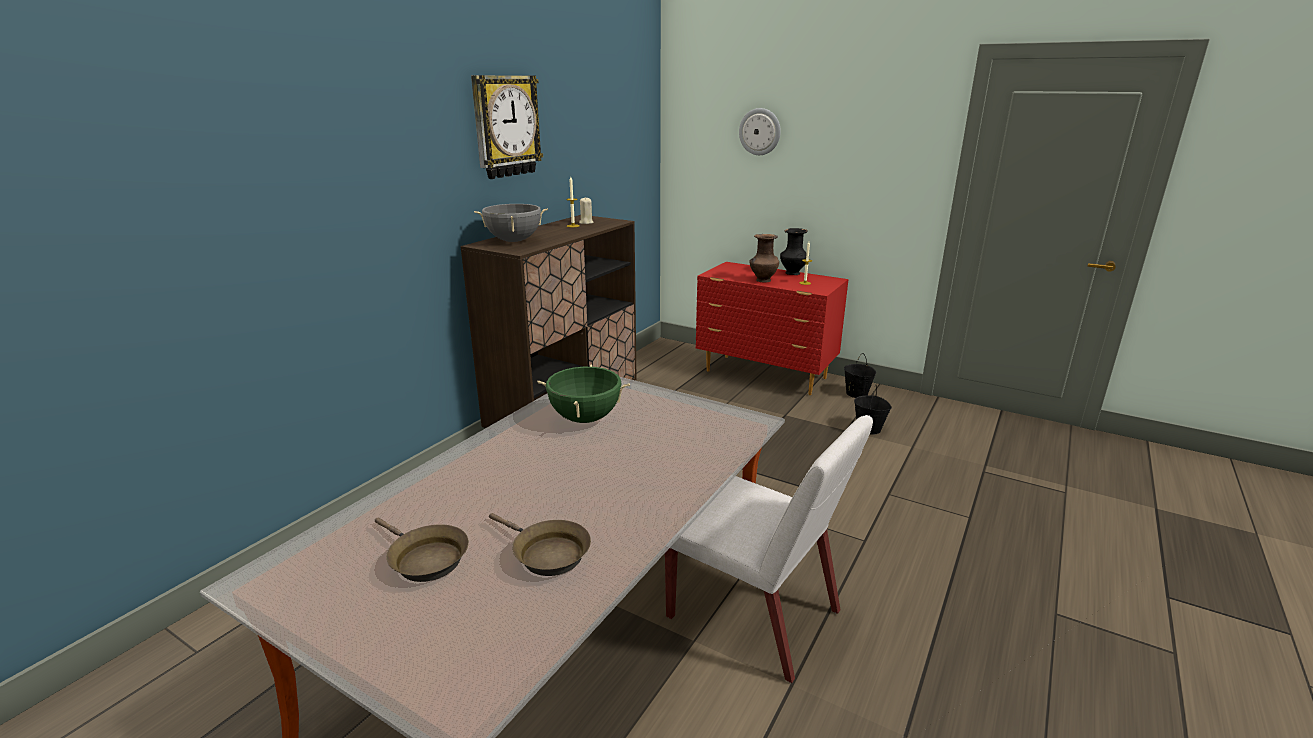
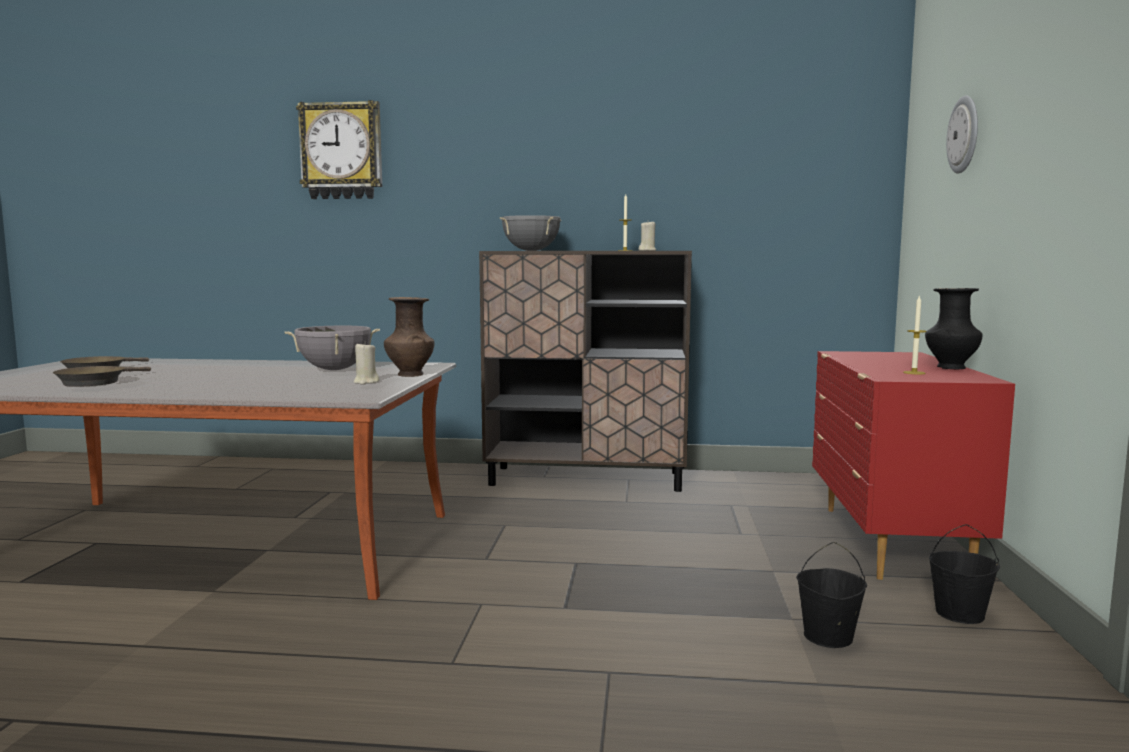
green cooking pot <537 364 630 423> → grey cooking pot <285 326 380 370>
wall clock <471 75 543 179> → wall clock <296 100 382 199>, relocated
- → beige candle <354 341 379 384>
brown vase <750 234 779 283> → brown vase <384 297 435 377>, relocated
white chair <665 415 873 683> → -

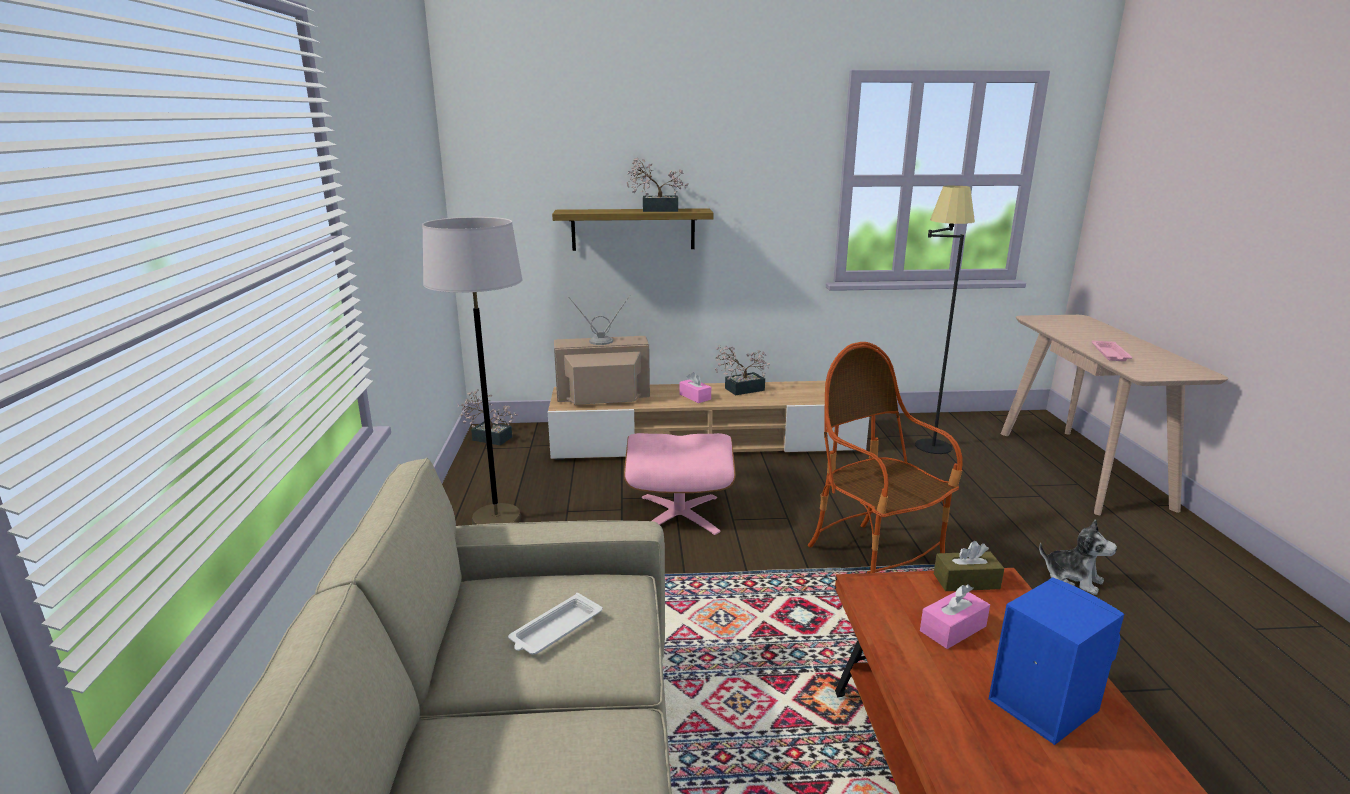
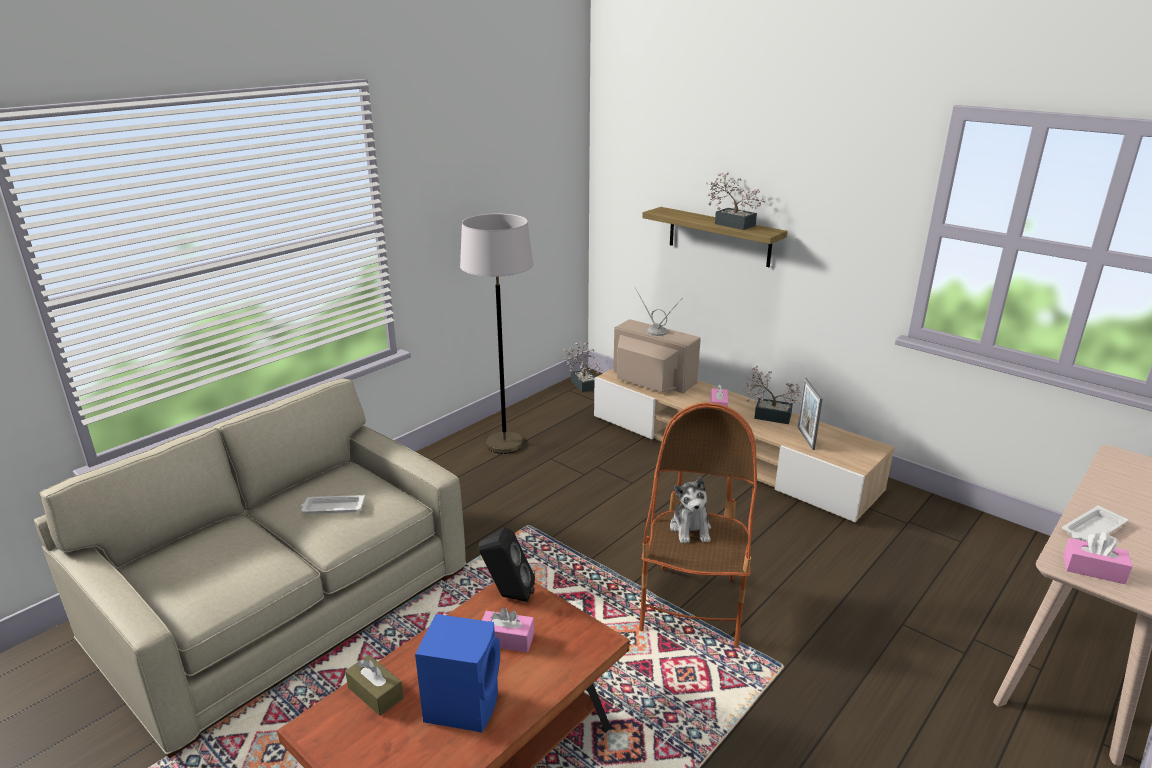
brown tissue box <934 541 1004 591> → brown tissue box <345 655 404 716>, relocated
- → black speaker <478 527 535 602>
plush toy <1039 519 1117 595> → plush toy <670 477 711 543>, relocated
- → picture frame <798 378 823 450>
pink tray <1092 341 1132 361> → white tray <1062 505 1128 542>
- → pink tissue box <1063 532 1133 584>
pink ottoman <624 433 735 535> → -
black floor lamp <915 185 975 454> → -

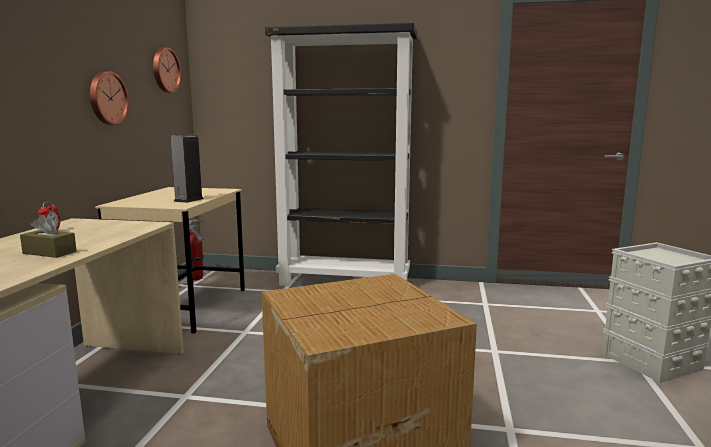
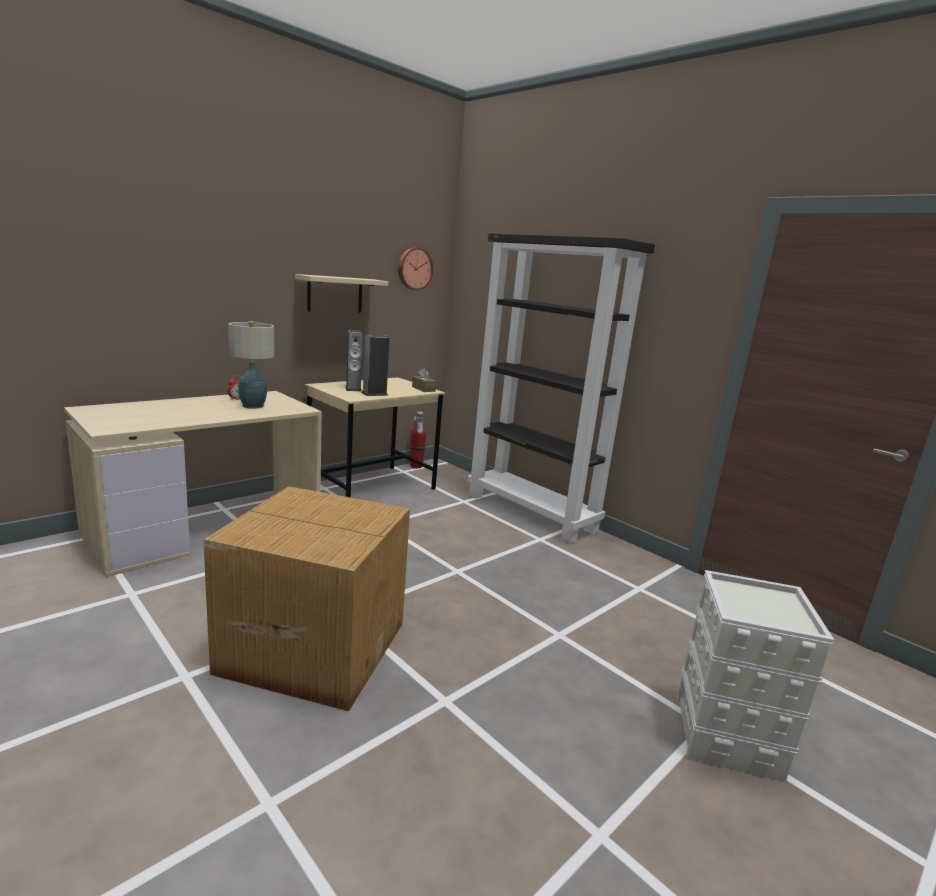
- → table lamp <228 321 275 409>
wall clock <90 71 129 125> → beige shelf <295 274 388 313>
- → speaker <345 330 363 391>
brown tissue box <20 215 77 258> → brown tissue box <412 368 436 392>, relocated

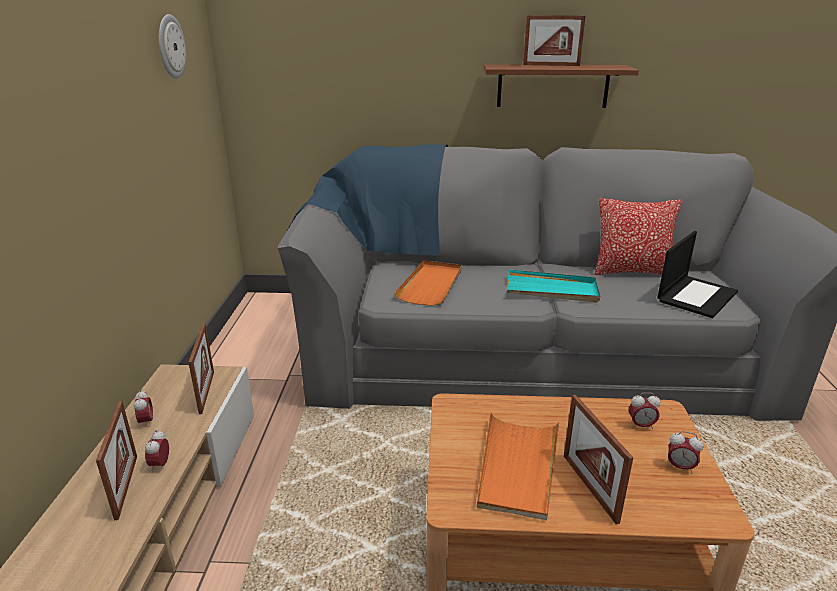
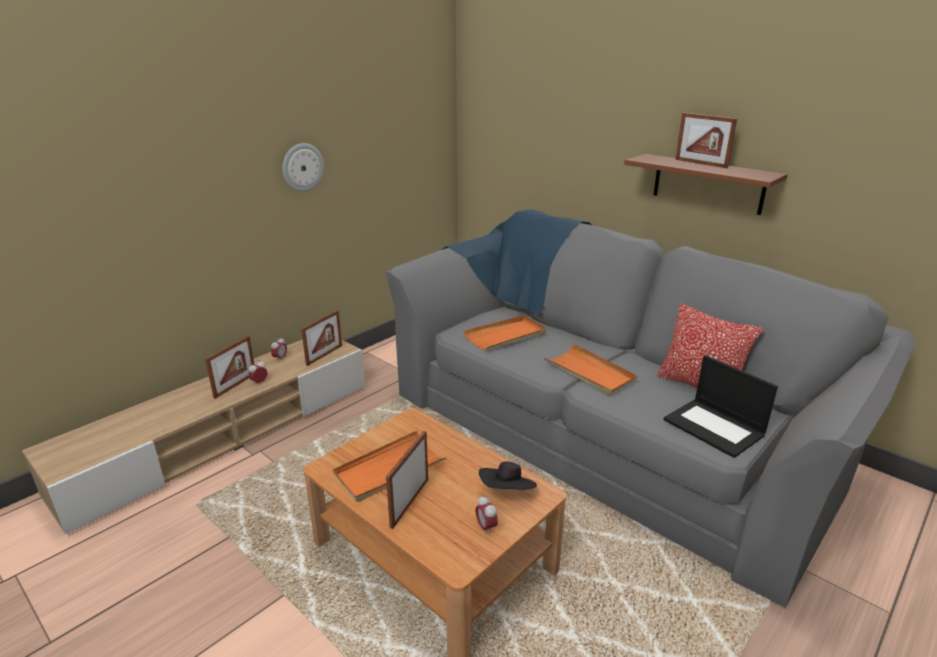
wall clock <159 14 186 79> → wall clock <283 143 324 192>, relocated
alarm clock <629 393 661 429> → black hat <479 462 537 490>
turquoise tray <507 269 600 303> → orange tray <544 344 637 395>
laptop <657 231 738 318> → laptop <664 355 778 458>, 60 degrees clockwise

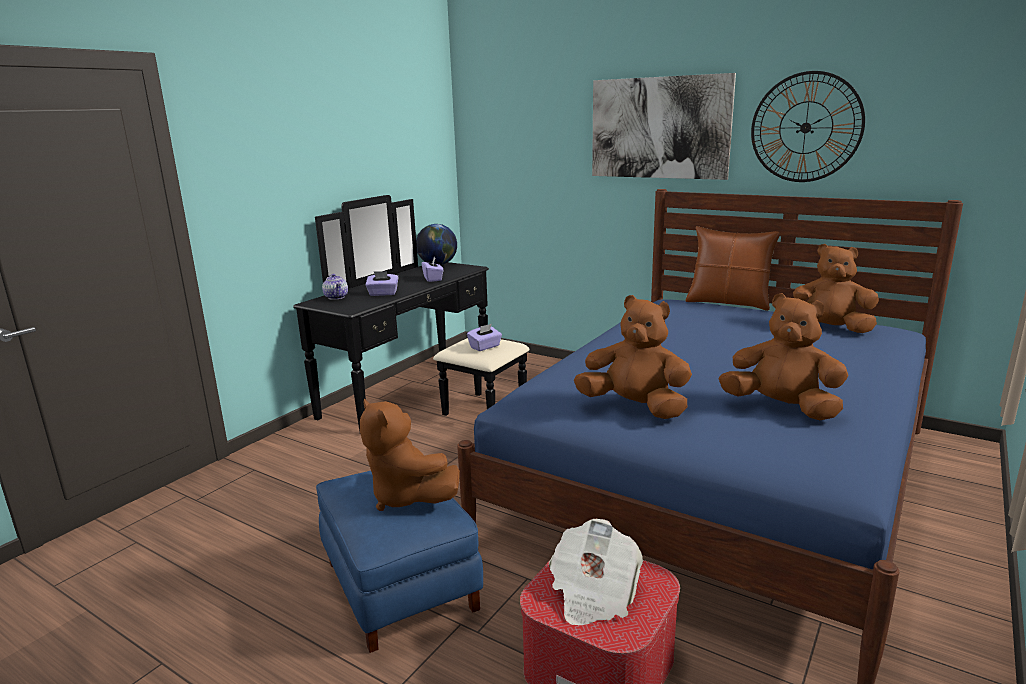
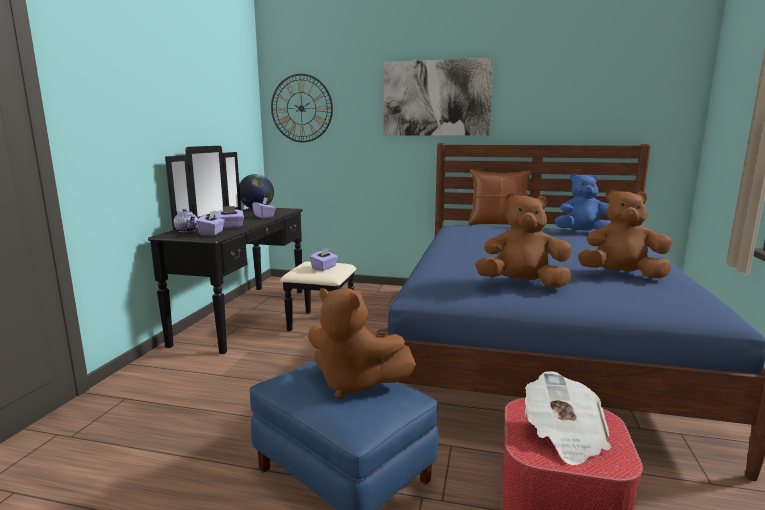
- → purple tissue box <196 210 225 236>
wall clock <751 71 865 182> → wall clock <271 74 333 142>, relocated
brown plush toy <793 244 879 333> → blue plush toy <555 173 611 231>

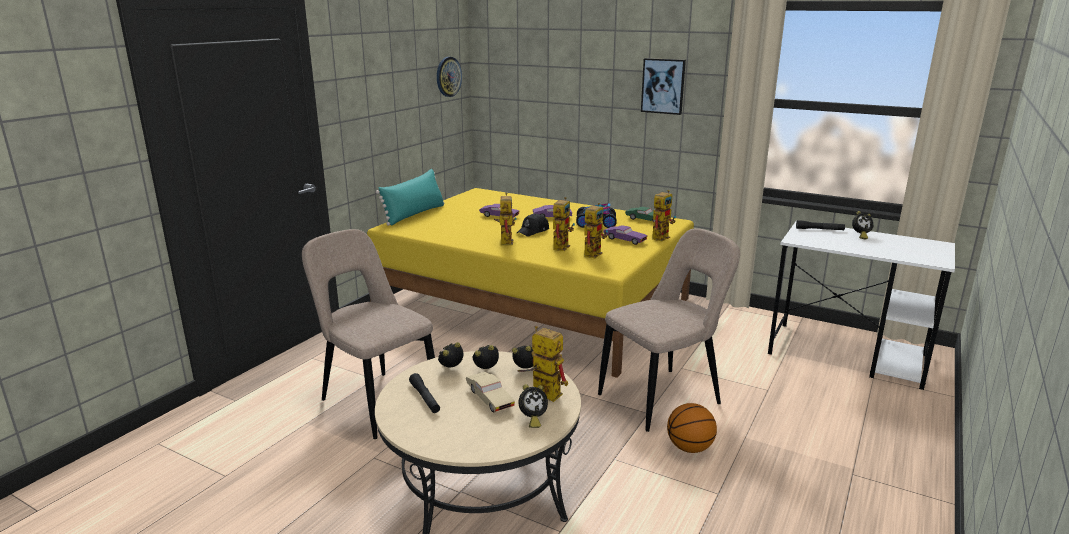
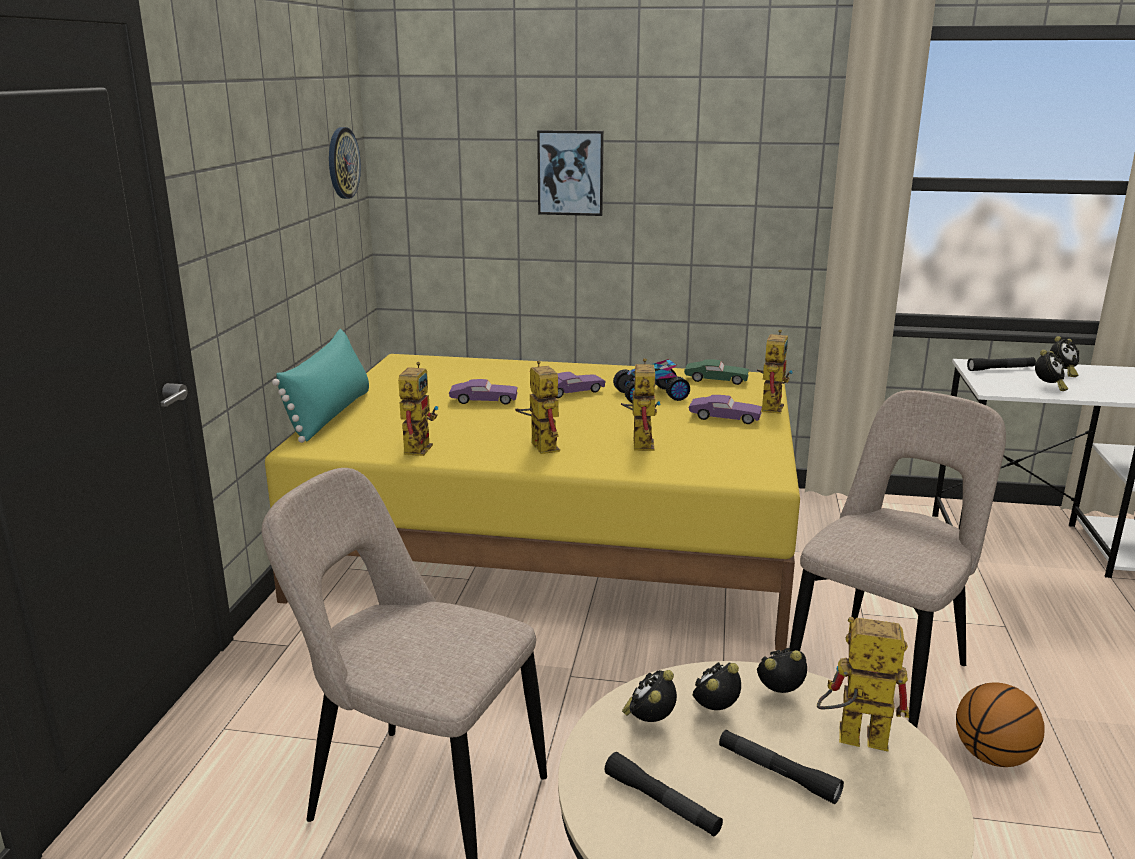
toy robot <584 203 608 258> → toy robot <398 362 438 456>, relocated
picture <641 58 686 115> → picture <537 130 604 216>, relocated
beige toy car <466 372 515 413> → black flashlight <719 730 844 804>
alarm clock <518 384 548 428> → alarm clock <1035 350 1068 391>, relocated
black cap <517 213 549 236> → -

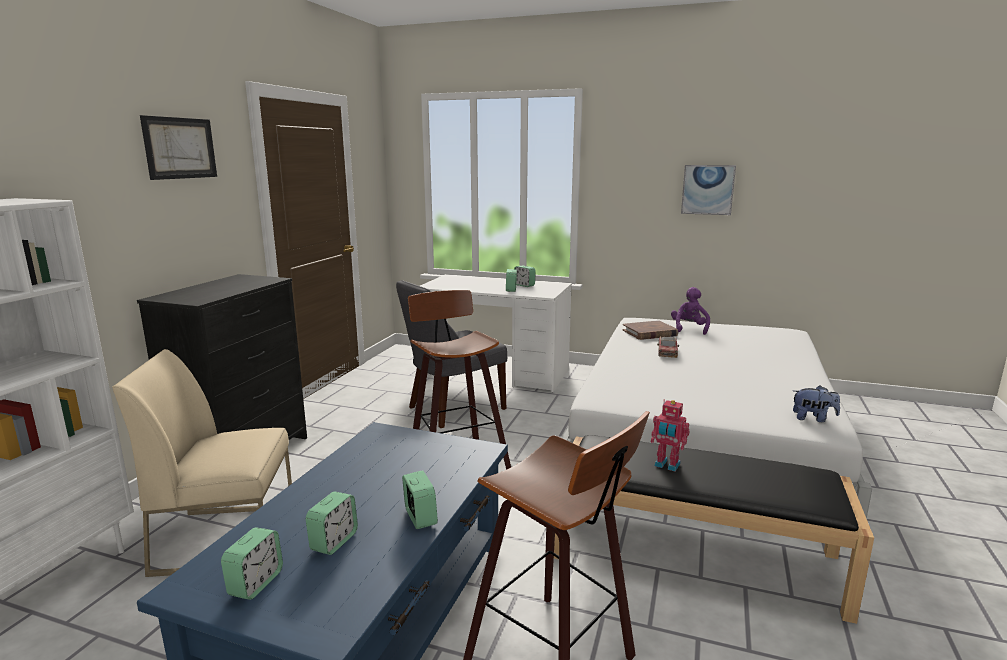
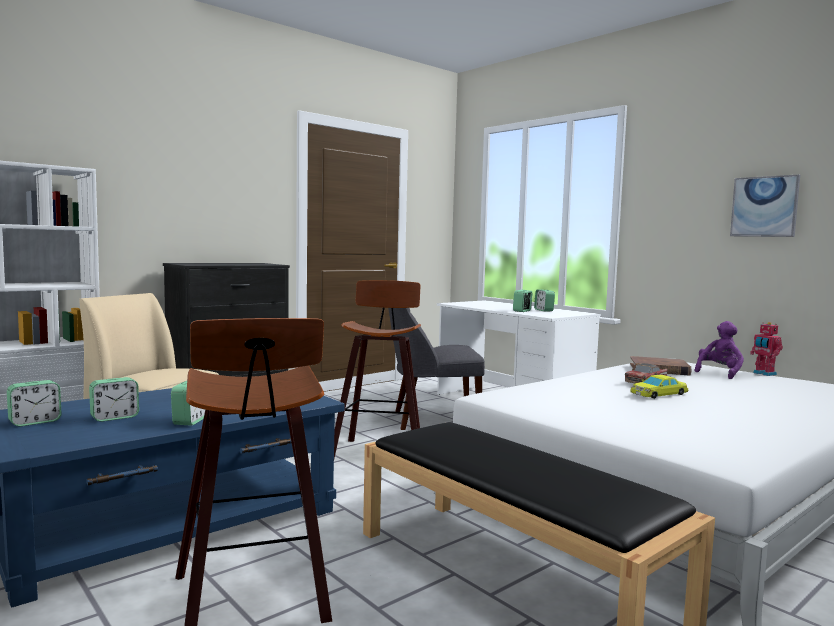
- → yellow toy car <631 375 688 399>
toy robot <651 400 690 472> → toy robot <750 322 783 376>, relocated
picture <140 115 217 180> → -
plush toy <793 385 840 422> → -

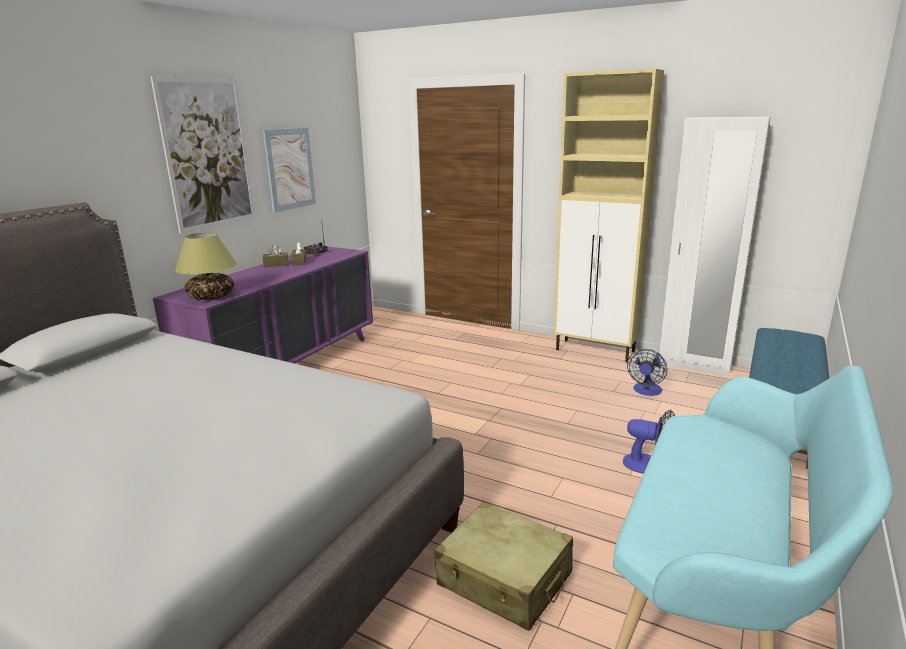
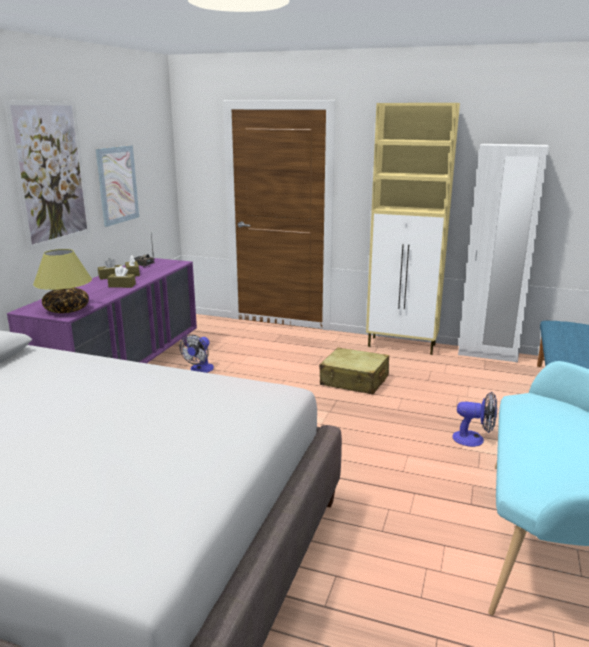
- → brown tissue box <107 266 136 288>
fan <627 349 668 396> → fan <180 335 214 373>, relocated
beige suitcase <434 502 573 631> → beige suitcase <319 347 389 394>, relocated

